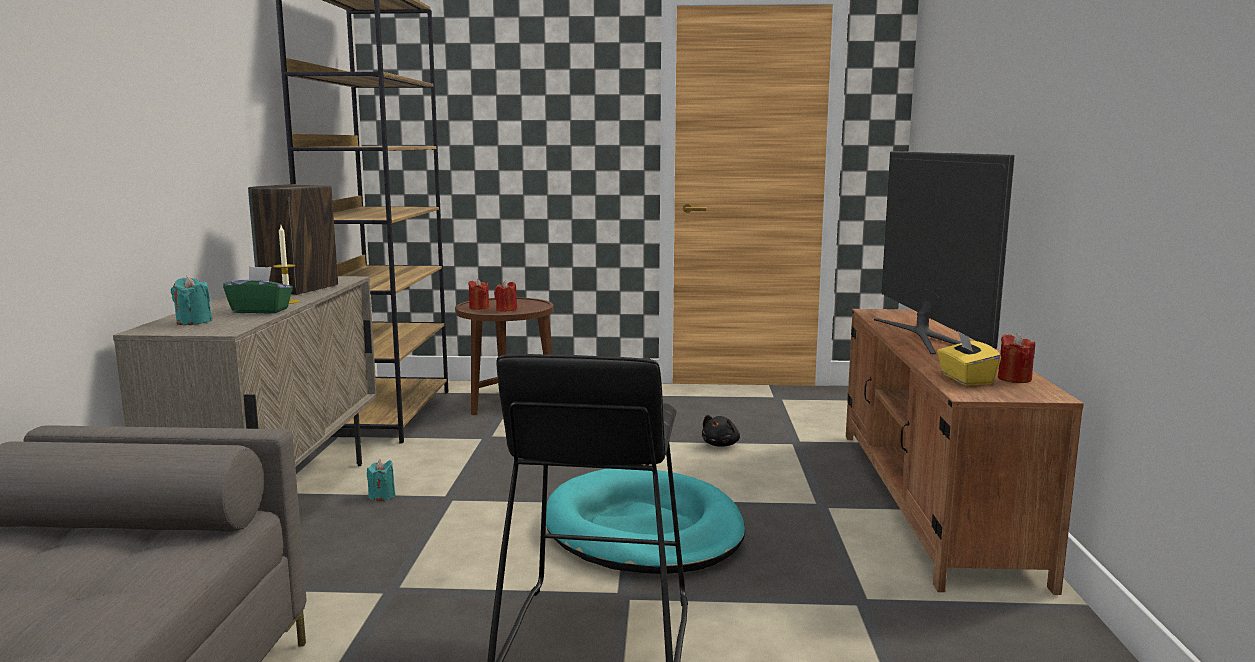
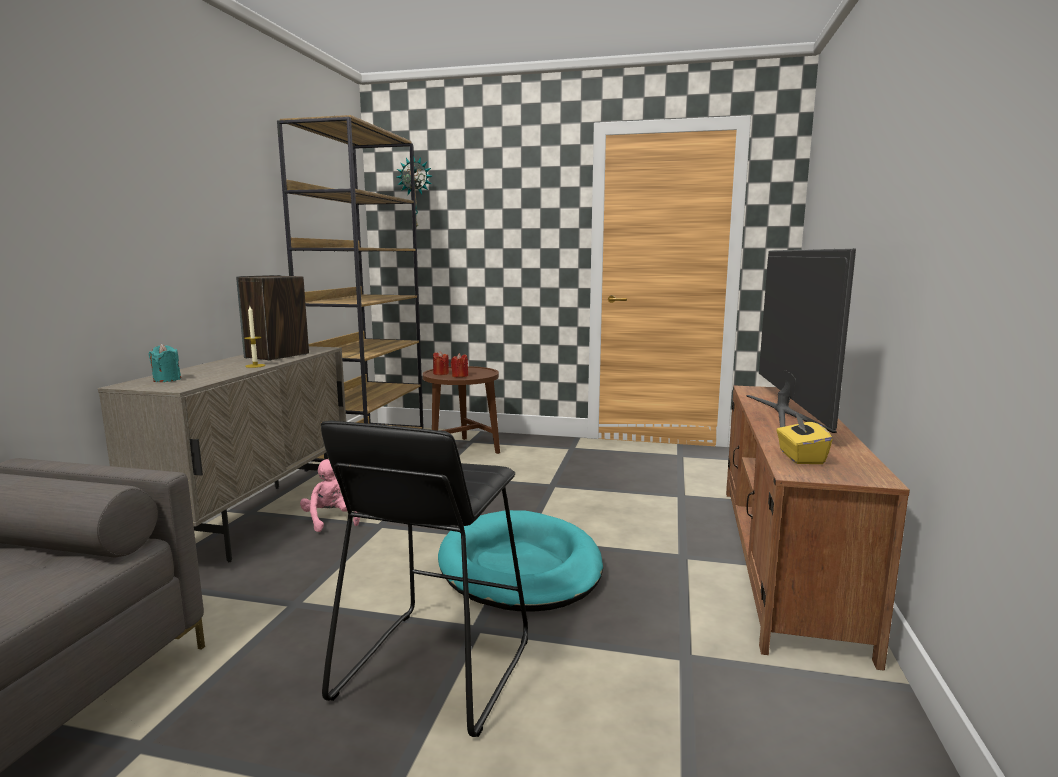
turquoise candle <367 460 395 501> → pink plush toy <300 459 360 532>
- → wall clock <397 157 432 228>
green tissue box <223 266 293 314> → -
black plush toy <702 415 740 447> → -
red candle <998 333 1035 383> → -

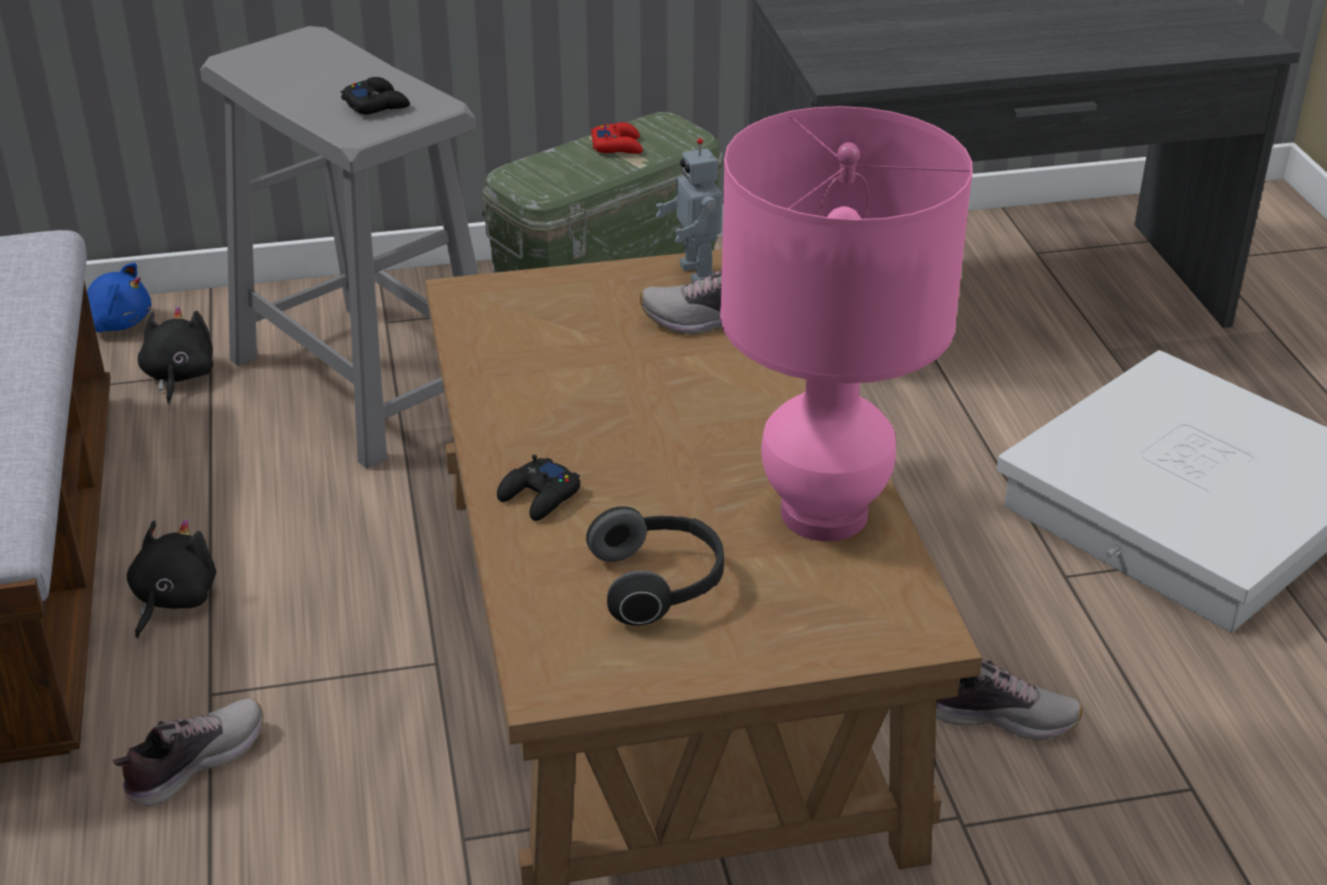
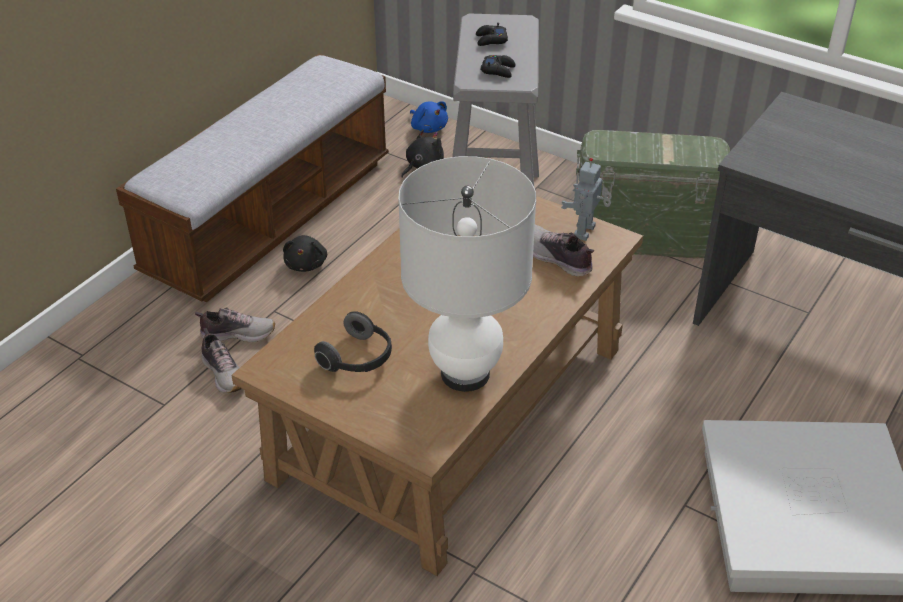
shoe <936 660 1082 740> → shoe <202 328 242 393>, relocated
black plush toy <127 519 216 639> → black plush toy <283 235 327 272>, 120 degrees clockwise
pink table lamp <720 106 973 541> → white table lamp <398 156 536 392>
black game controller <497 455 580 521> → black game controller <476 23 508 46>, relocated
red game controller <591 122 643 154> → -

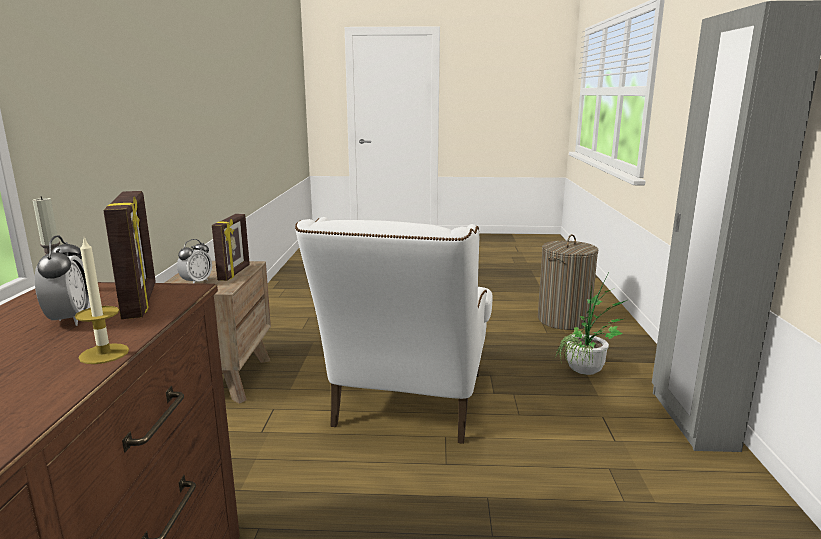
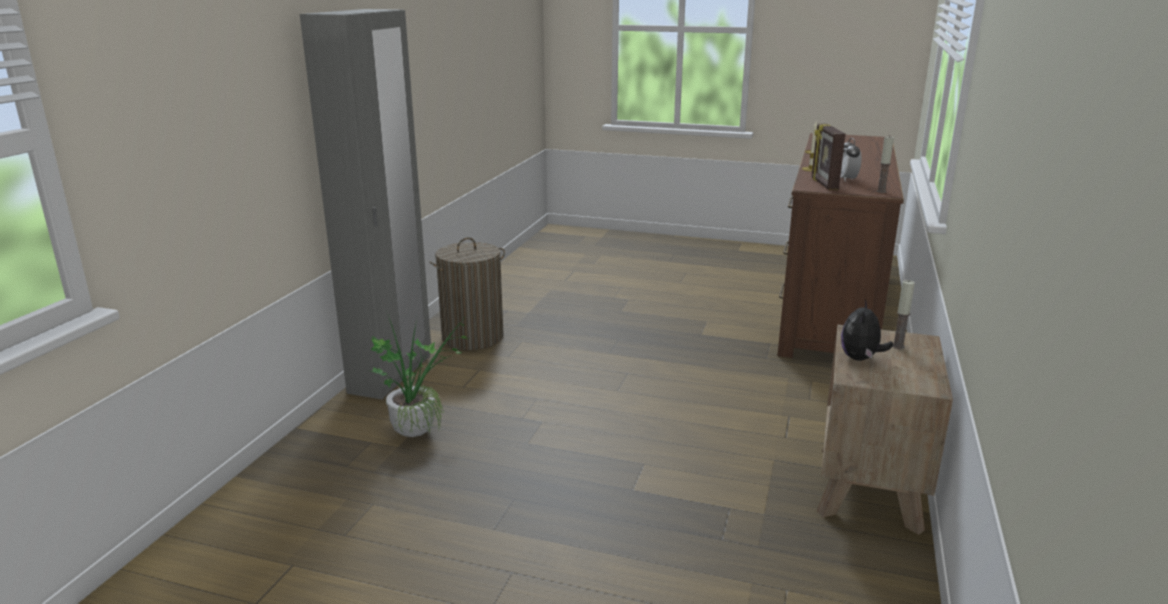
laundry basket <538 234 598 330> → laundry basket <430 238 505 350>, relocated
picture frame <212 214 250 281> → plush toy <841 299 893 361>
alarm clock <177 239 212 283> → candle <893 280 915 349>
white armchair <295 217 492 444> → -

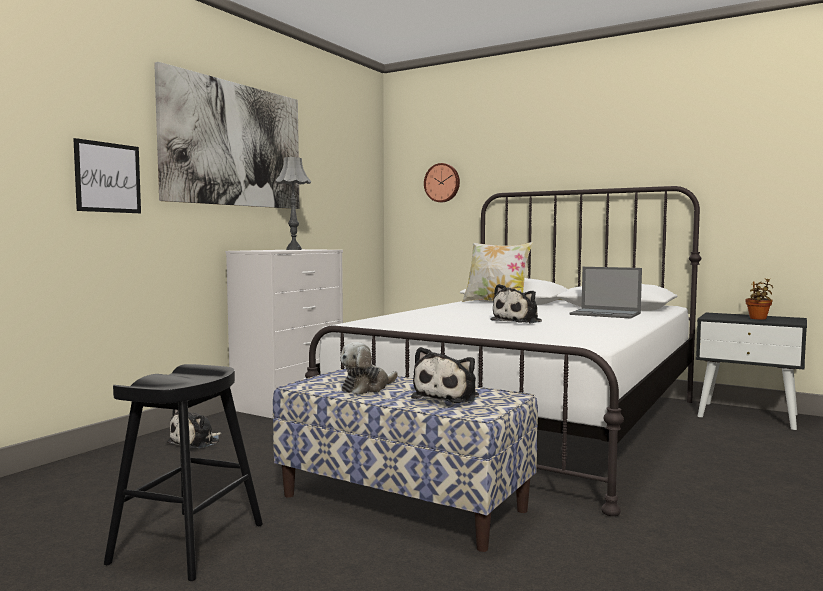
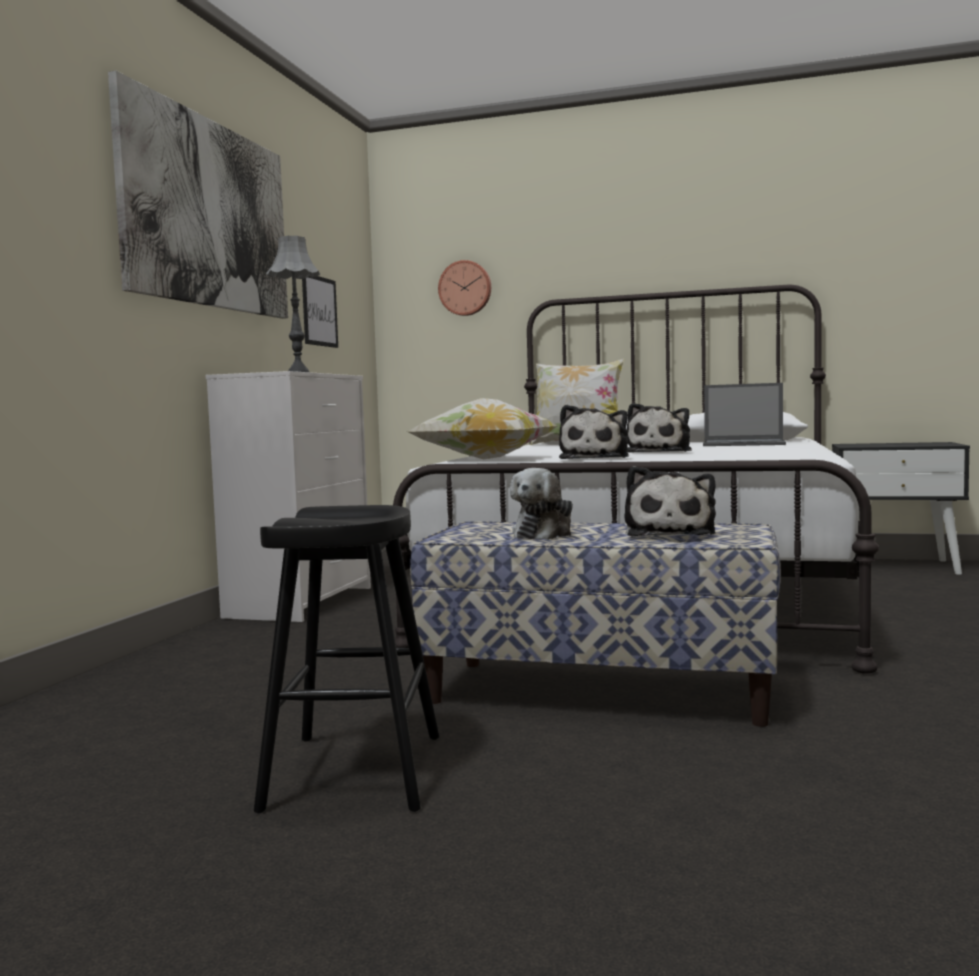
picture <73 138 141 213> → picture <302 276 338 348>, relocated
- → pillow <408 398 557 459>
plush toy <166 409 222 449> → plush toy <559 405 629 459>, relocated
potted plant <745 279 773 320> → -

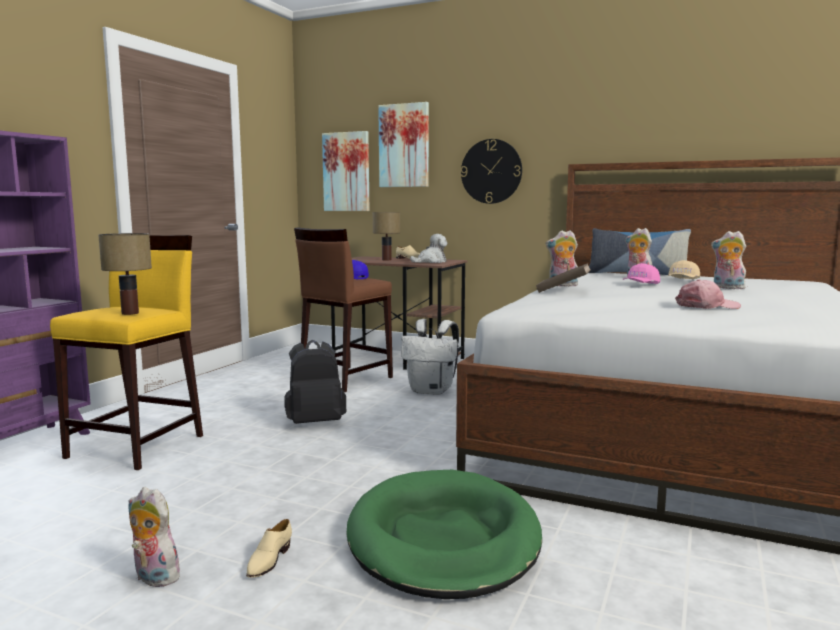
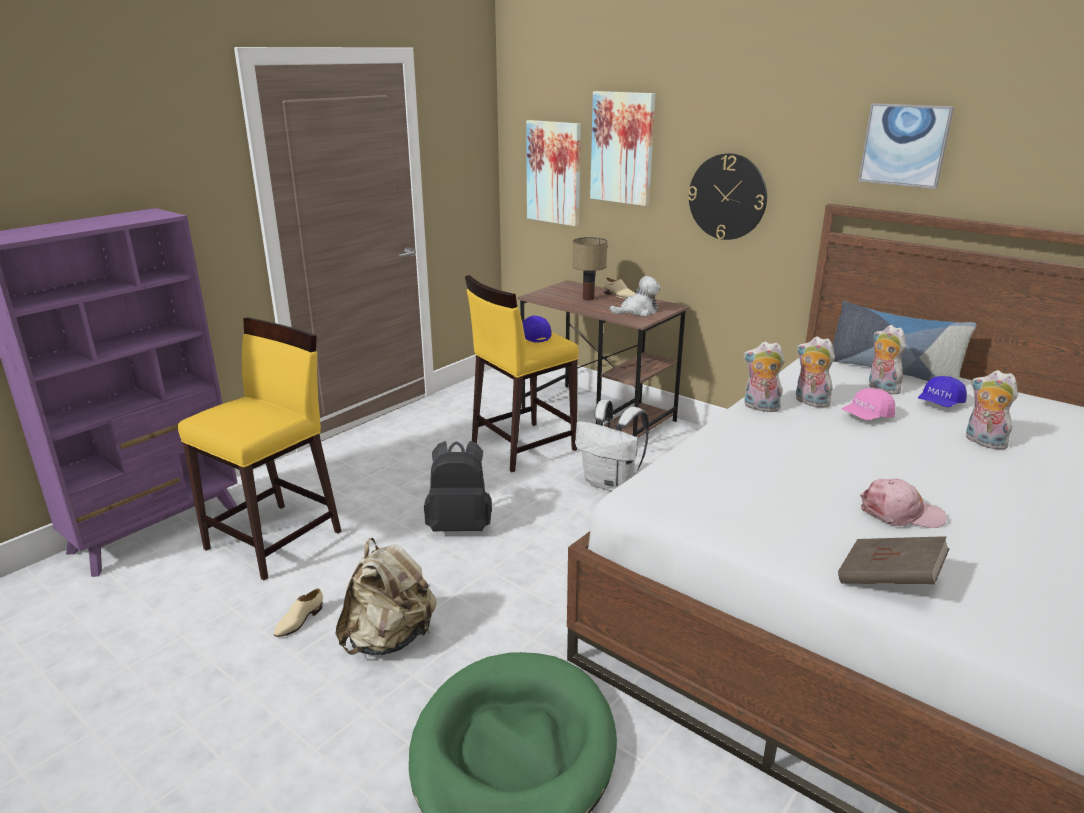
beige shoe <246 519 292 578> → beige shoe <273 589 323 637>, relocated
- → beige backpack <335 538 437 655>
brown stool <294 227 393 392> → yellow stool <465 275 579 472>
plush toy <128 487 180 587> → plush toy <796 336 835 408>, relocated
brown book <536 263 591 293> → brown book <838 536 950 584>, relocated
- → picture <858 103 954 189>
beige cap <668 260 700 279> → blue cap <918 376 967 407>
table lamp <98 233 152 315> → -

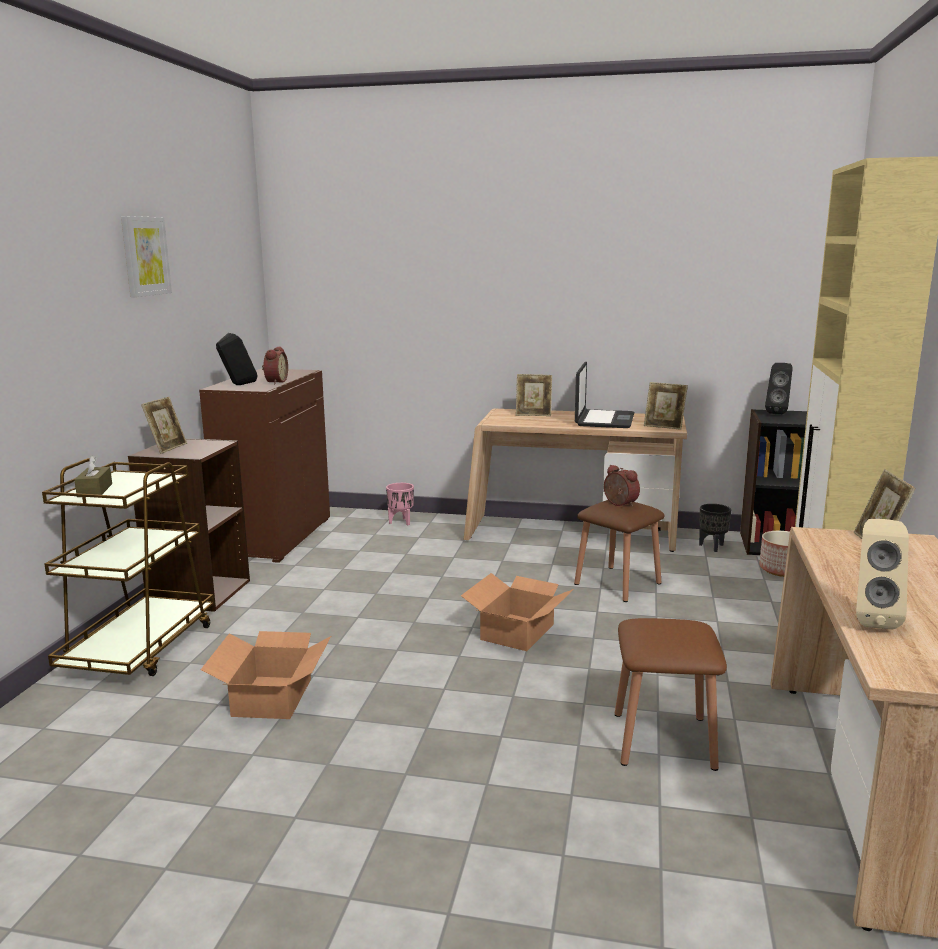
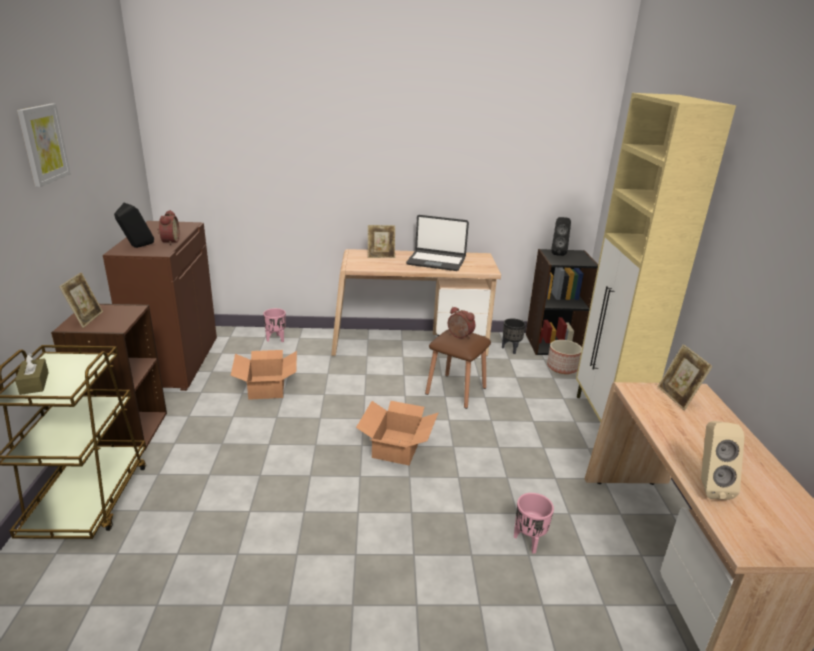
cardboard box <201 631 331 719> → cardboard box <231 350 297 400>, relocated
laptop <575 362 634 428> → laptop <406 215 469 271>, 105 degrees clockwise
brown stool <615 618 727 771> → pink planter <514 493 554 554>
picture frame <644 382 688 430> → -

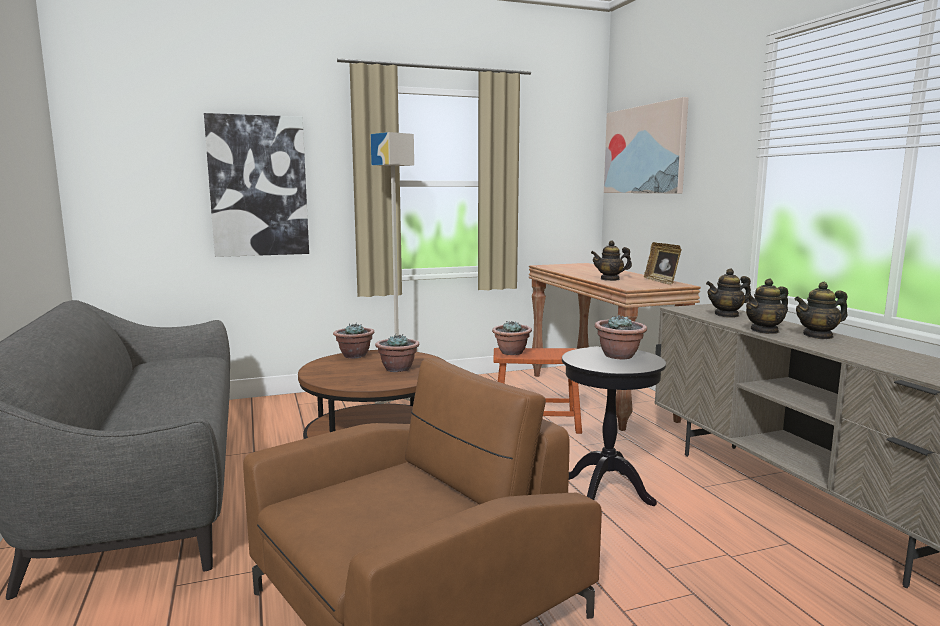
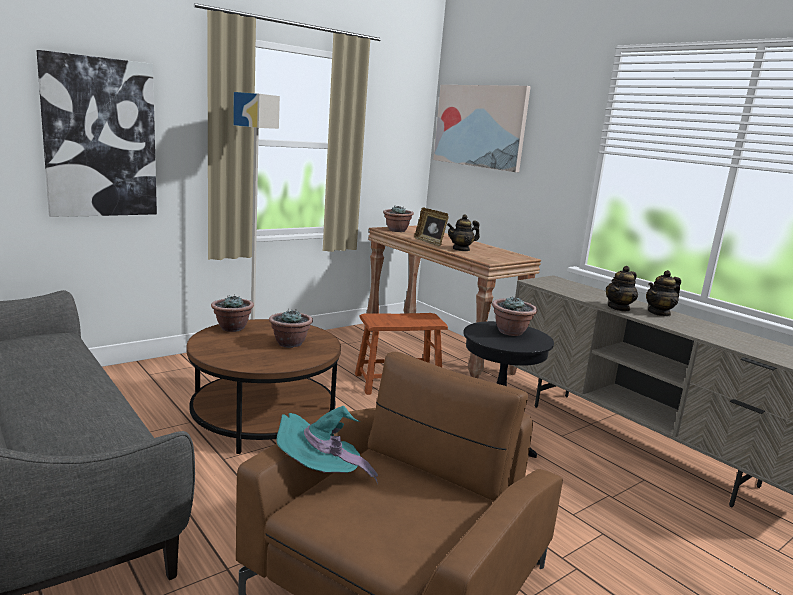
- → turquoise hat <276 406 378 484>
potted plant <492 321 532 355> → potted plant <383 205 414 232>, relocated
picture frame <644 242 682 285> → picture frame <414 207 449 247>, relocated
teapot <706 268 751 318> → -

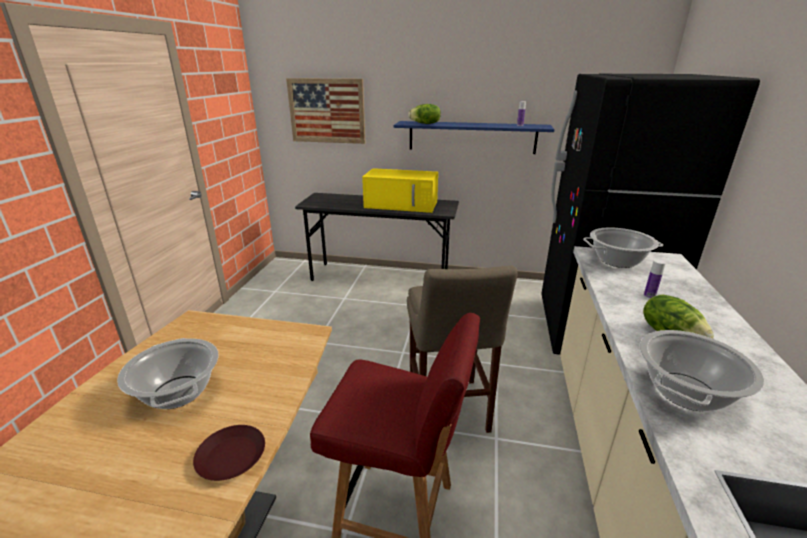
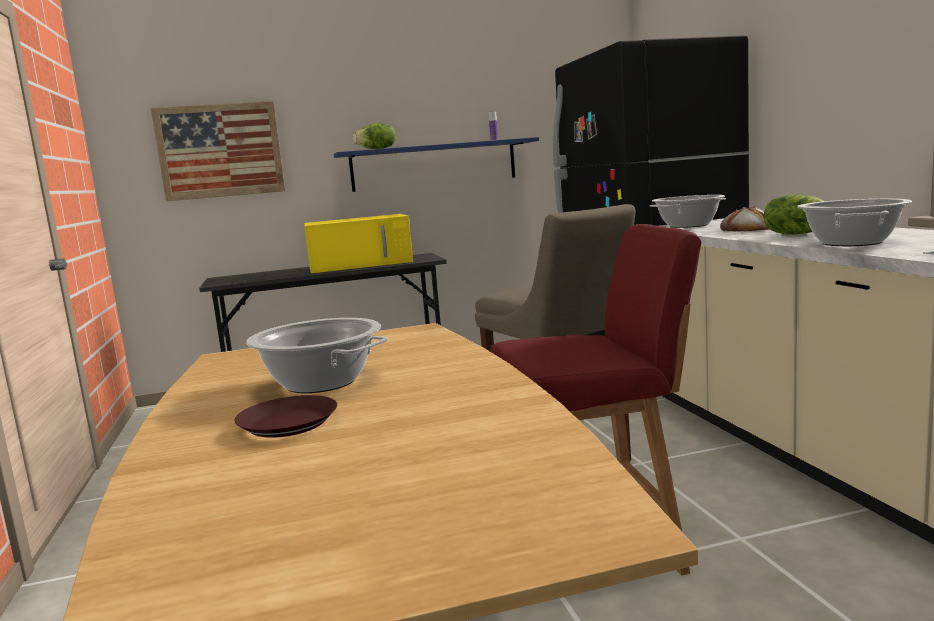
brown plate <193 425 265 481> → brown plate <235 395 337 438>, relocated
bottle <644 259 666 299> → bread <720 206 769 231>

